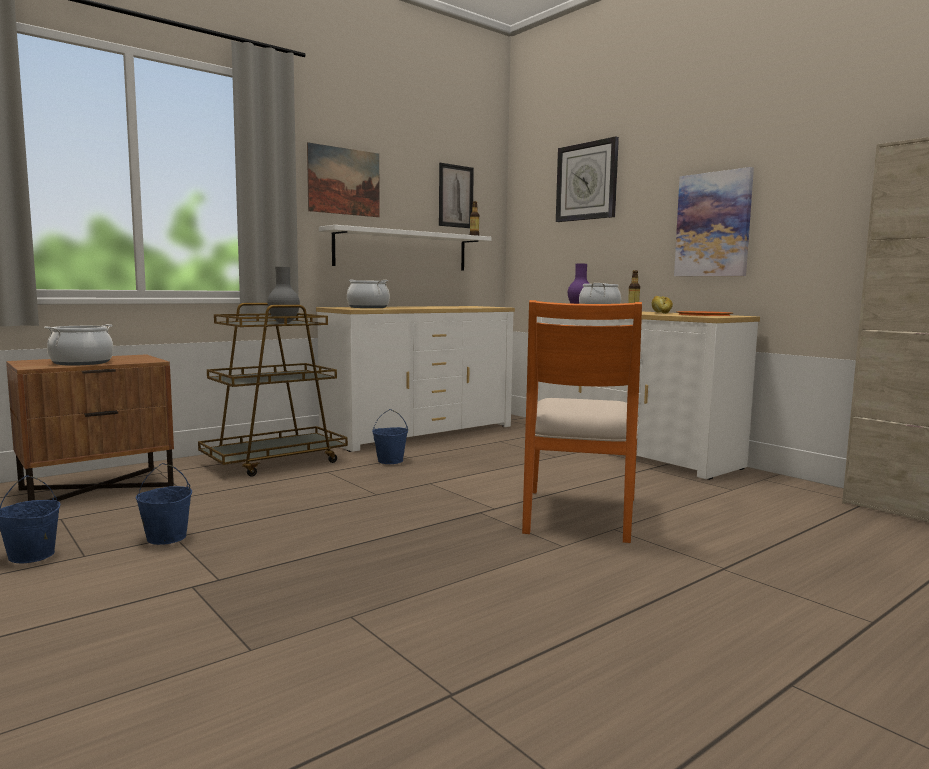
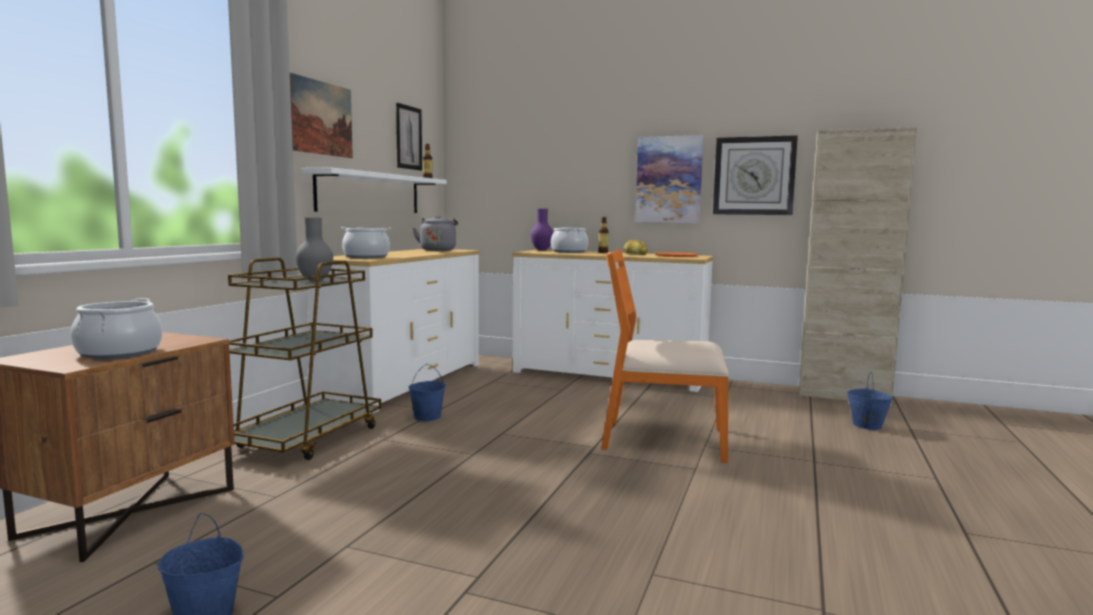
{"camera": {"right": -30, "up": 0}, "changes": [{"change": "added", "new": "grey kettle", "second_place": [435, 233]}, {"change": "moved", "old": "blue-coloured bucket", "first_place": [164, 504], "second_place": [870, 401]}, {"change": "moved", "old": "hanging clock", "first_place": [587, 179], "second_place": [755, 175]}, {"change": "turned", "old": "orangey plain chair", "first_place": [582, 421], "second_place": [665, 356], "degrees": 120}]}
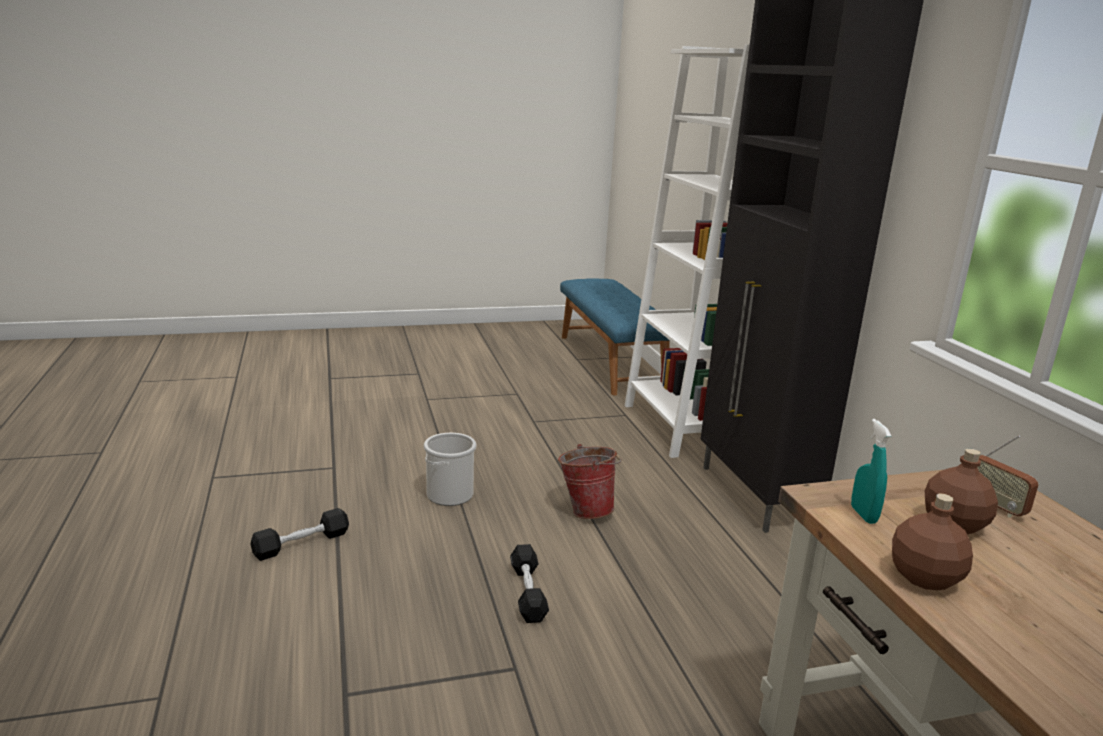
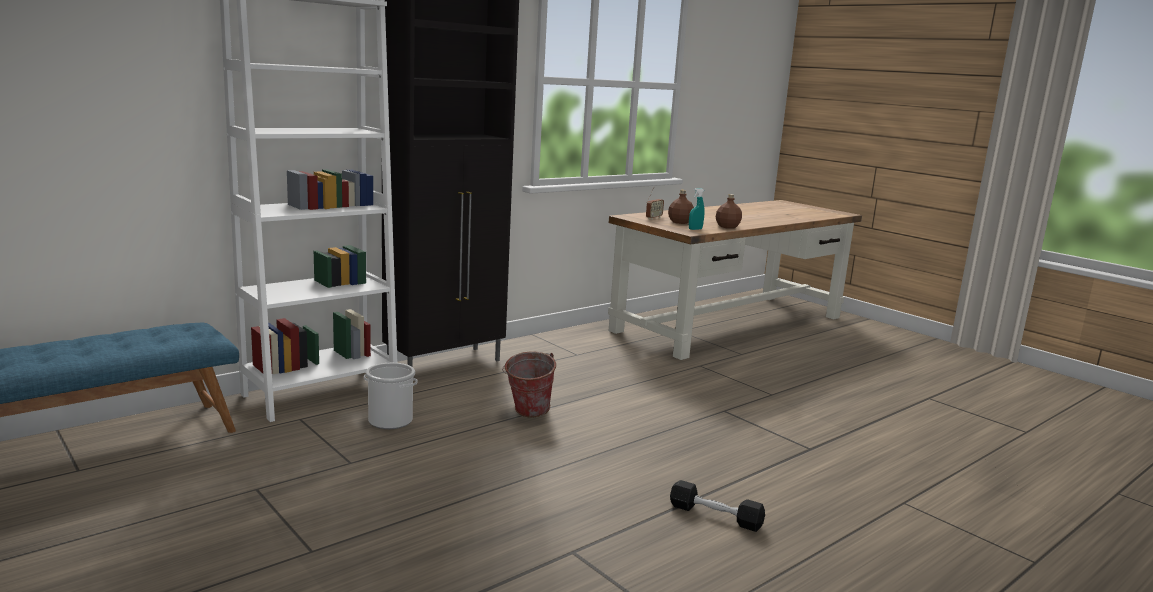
{"camera": {"right": -115, "up": -5}, "changes": [{"change": "removed", "old": "black-coloured dumbbell", "first_place": [529, 583]}, {"change": "moved", "old": "bucket", "first_place": [450, 469], "second_place": [390, 396]}]}
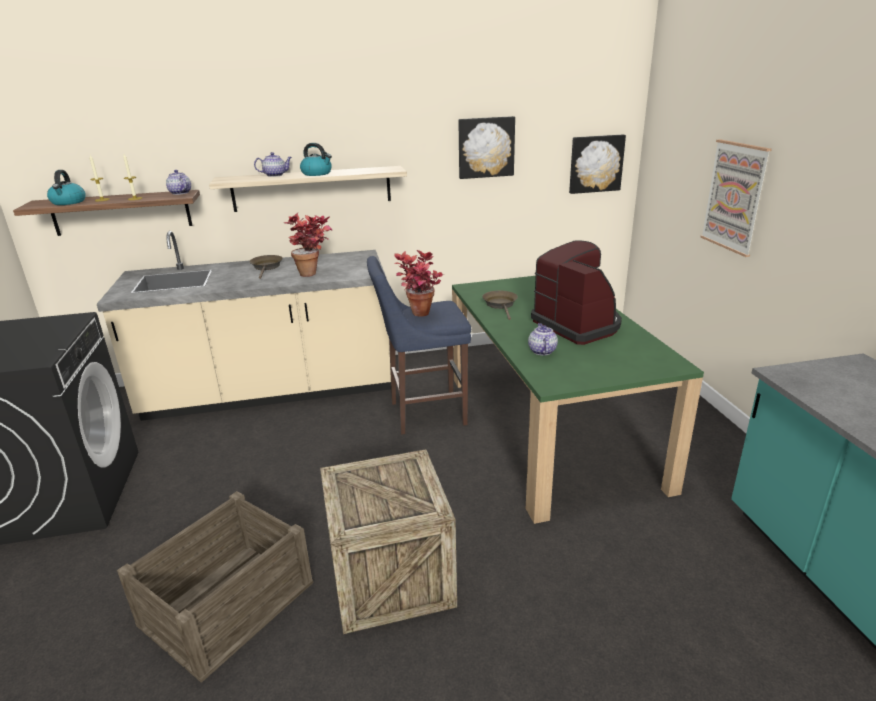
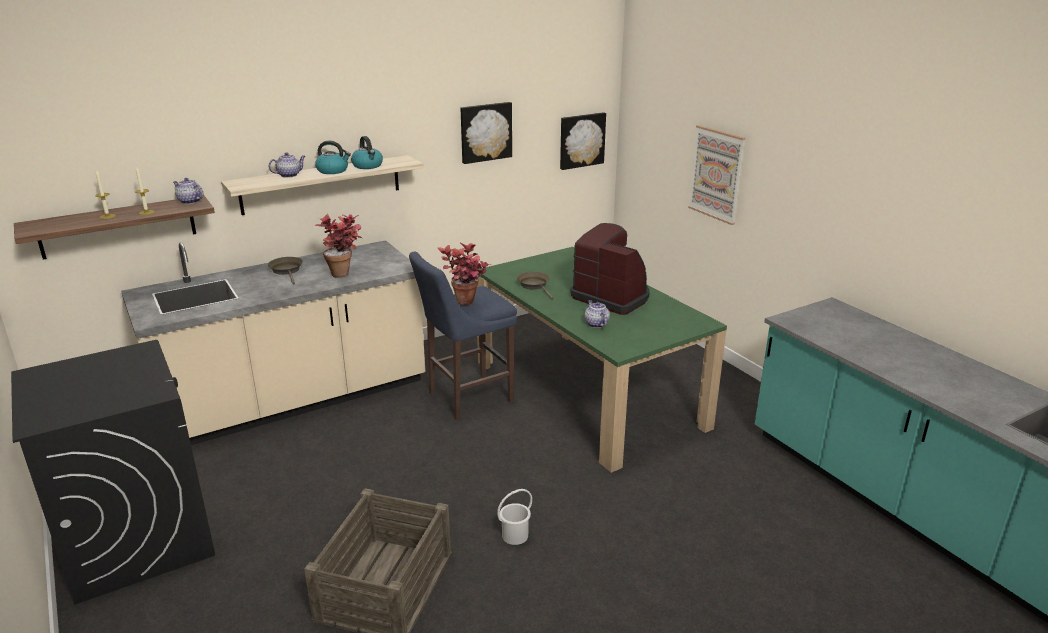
{"camera": {"right": -20, "up": 0}, "changes": [{"change": "moved", "old": "kettle", "first_place": [66, 187], "second_place": [367, 152]}, {"change": "replaced", "old": "packing crate", "new": "white-coloured bucket", "first_place": [388, 541], "second_place": [514, 517]}]}
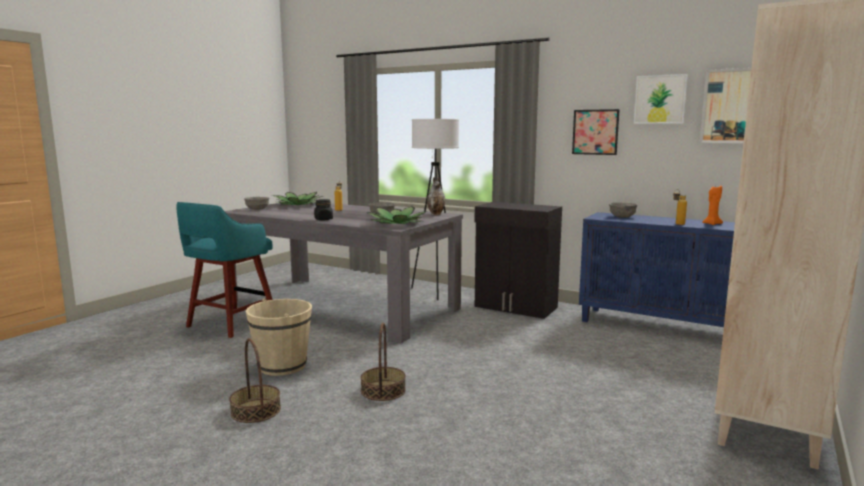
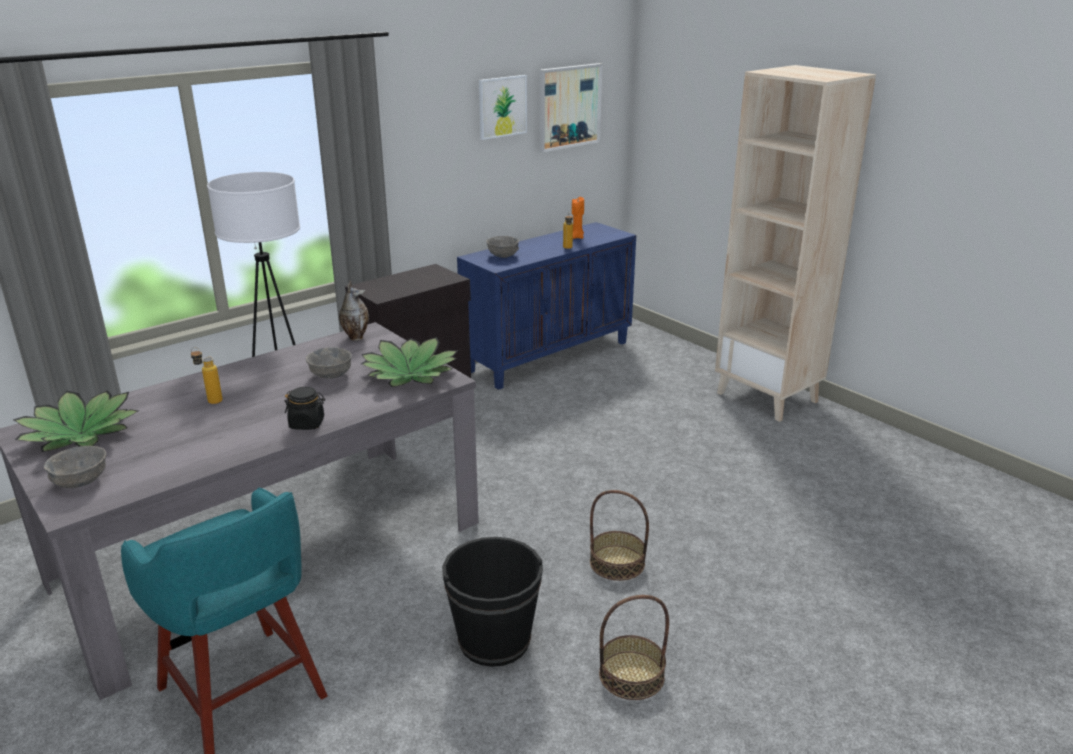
{"camera": {"right": -70, "up": 15}, "changes": [{"change": "removed", "old": "picture", "first_place": [596, 132]}, {"change": "recoloured", "old": "sand-coloured bucket", "new": "black-coloured bucket", "first_place": [278, 337], "second_place": [492, 602]}]}
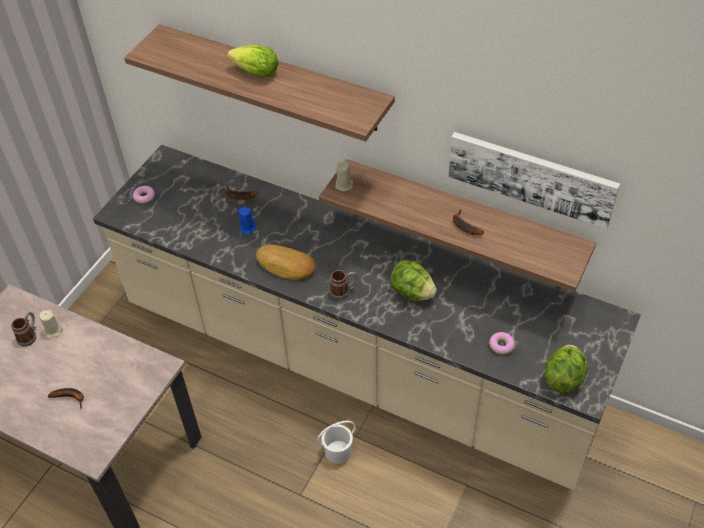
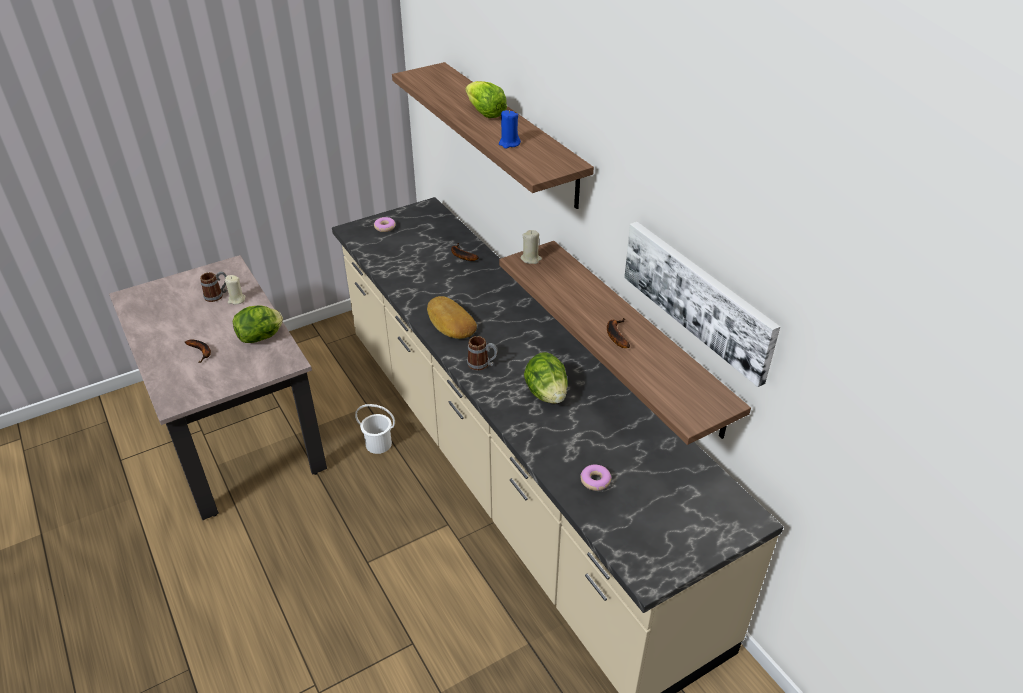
{"camera": {"right": 30, "up": -10}, "changes": [{"change": "moved", "old": "blue-coloured candle", "first_place": [247, 220], "second_place": [510, 129]}, {"change": "moved", "old": "white-coloured bucket", "first_place": [336, 442], "second_place": [375, 429]}, {"change": "moved", "old": "head of lettuce", "first_place": [566, 368], "second_place": [258, 324]}]}
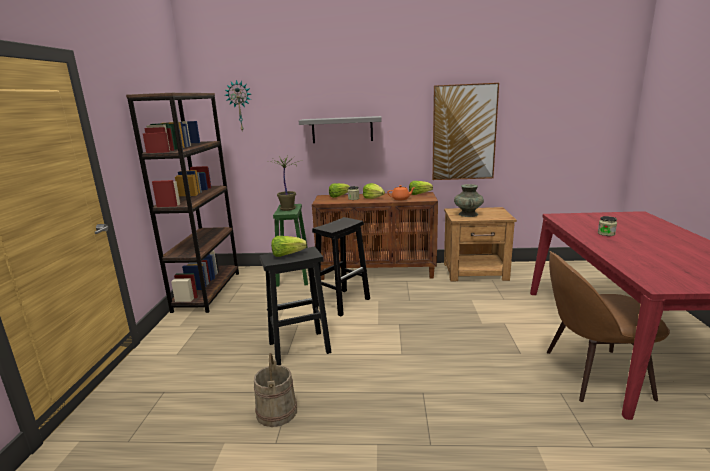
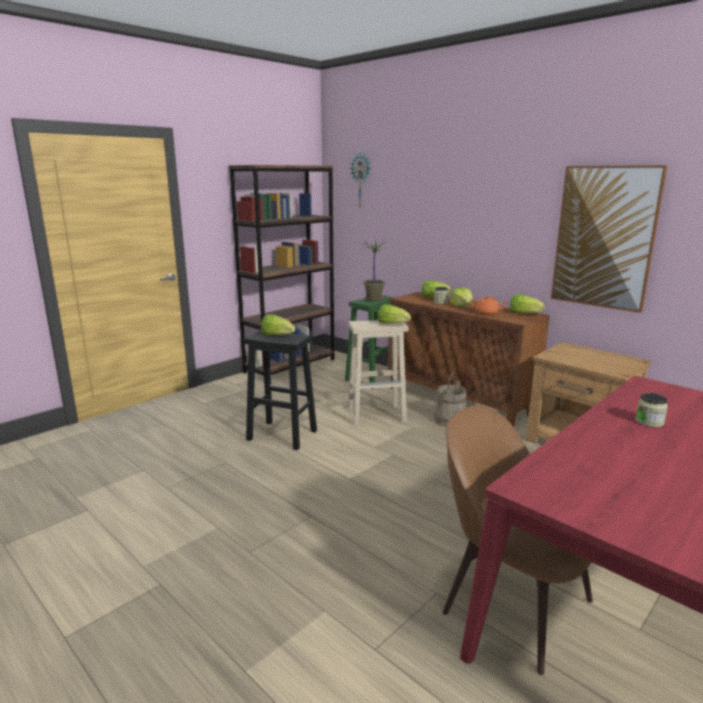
{"camera": {"right": 40, "up": 0}, "changes": [{"change": "removed", "old": "grey bracket shelf", "first_place": [340, 129]}, {"change": "removed", "old": "turquoise-coloured flower vase", "first_place": [469, 200]}, {"change": "added", "new": "head of lettuce", "second_place": [394, 314]}, {"change": "moved", "old": "sand-coloured bucket", "first_place": [275, 390], "second_place": [450, 399]}, {"change": "recoloured", "old": "black-coloured stool seat", "new": "sand-coloured stool seat", "first_place": [341, 266], "second_place": [378, 373]}]}
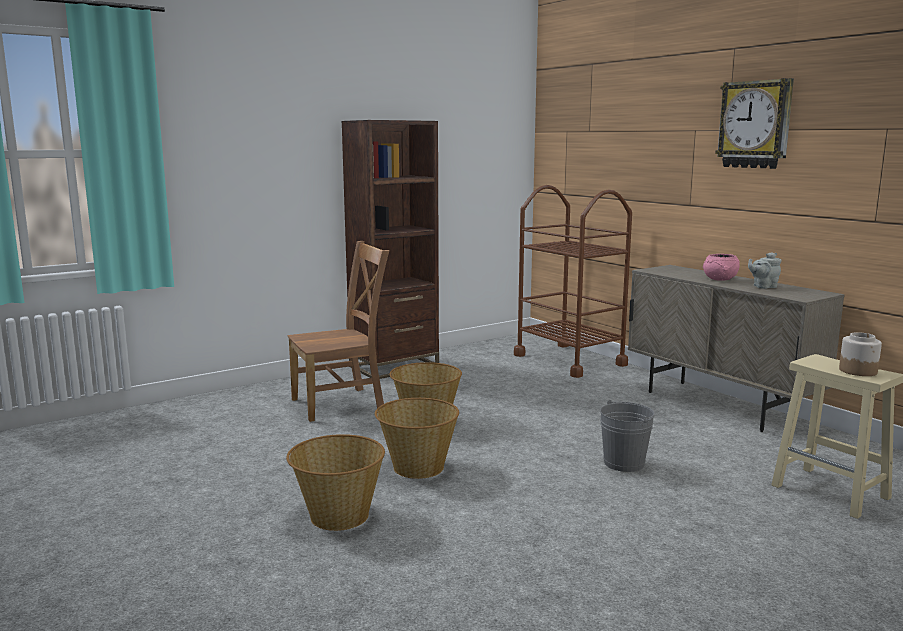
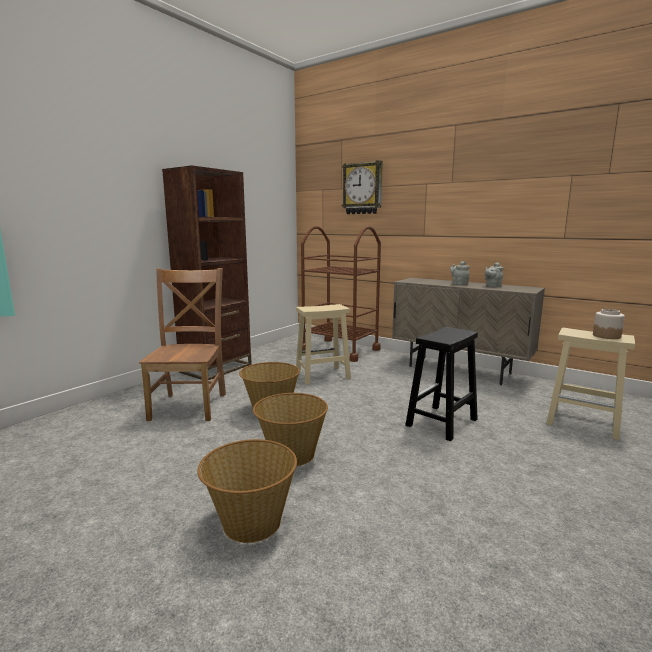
{"camera": {"right": -20, "up": 0}, "changes": [{"change": "added", "new": "sand-coloured stool seat", "second_place": [323, 344]}, {"change": "moved", "old": "hanging clock", "first_place": [754, 123], "second_place": [362, 187]}, {"change": "replaced", "old": "grey bucket", "new": "black-coloured stool seat", "first_place": [627, 436], "second_place": [441, 384]}, {"change": "replaced", "old": "pink serving bowl", "new": "grey tea pot", "first_place": [721, 267], "second_place": [460, 273]}, {"change": "turned", "old": "brownish plain chair", "first_place": [338, 331], "second_place": [182, 344], "degrees": -45}]}
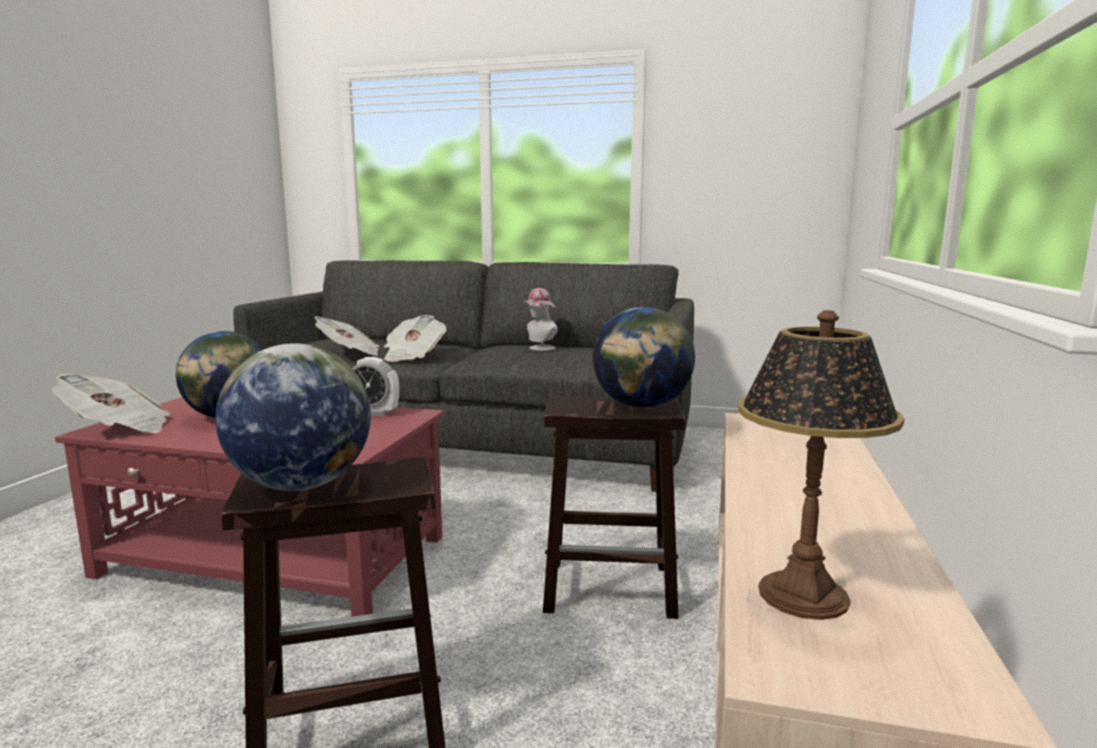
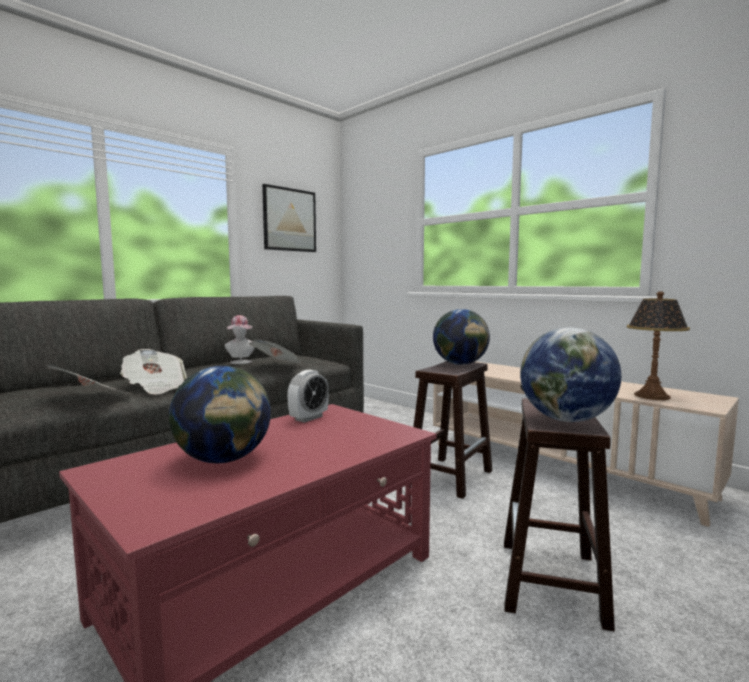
{"camera": {"right": -60, "up": -5}, "changes": [{"change": "added", "new": "picture", "second_place": [289, 218]}, {"change": "moved", "old": "printed paper", "first_place": [110, 403], "second_place": [276, 351]}]}
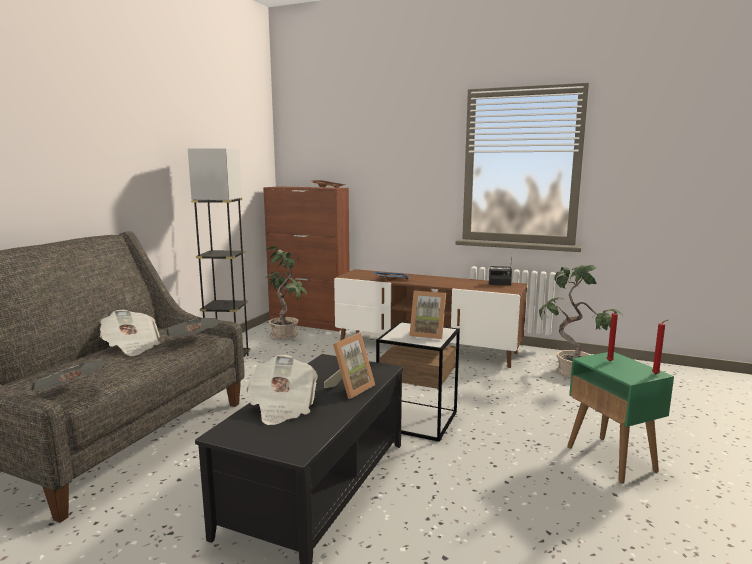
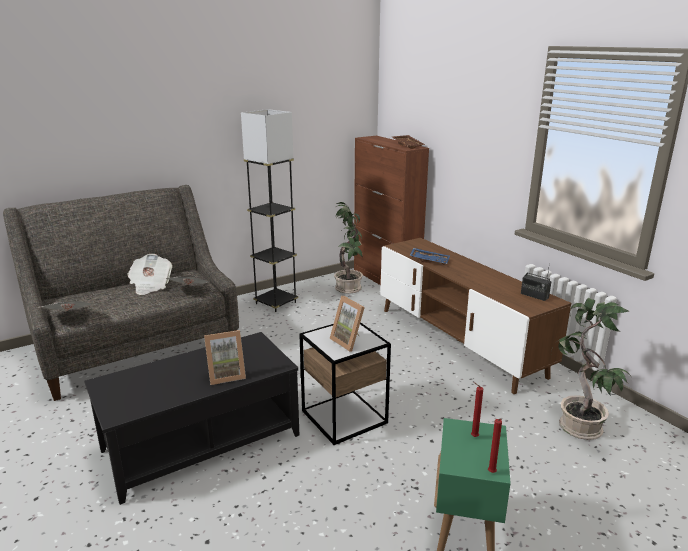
{"camera": {"right": 35, "up": 10}, "changes": [{"change": "removed", "old": "printed paper", "first_place": [282, 390]}]}
